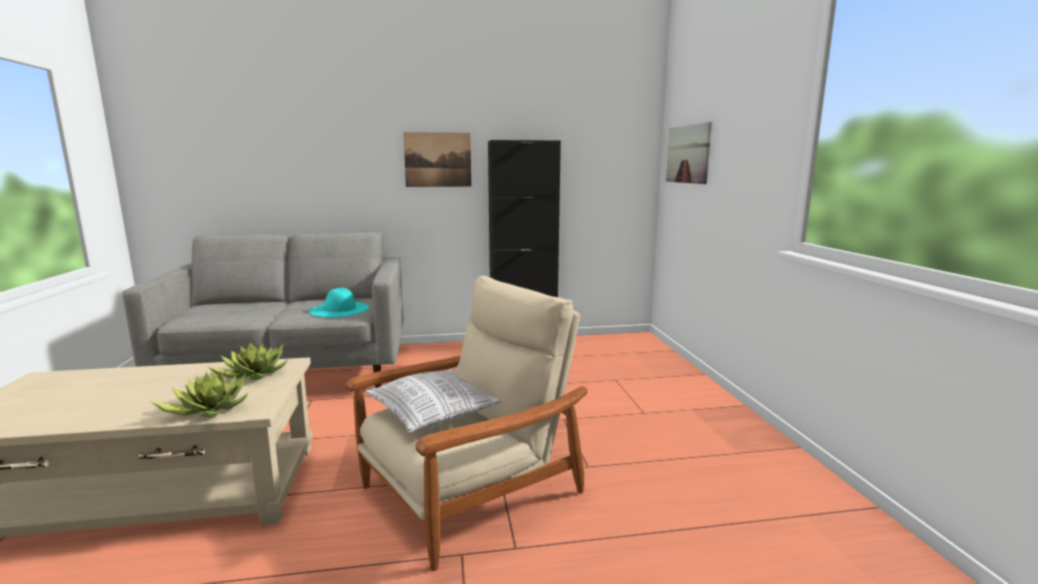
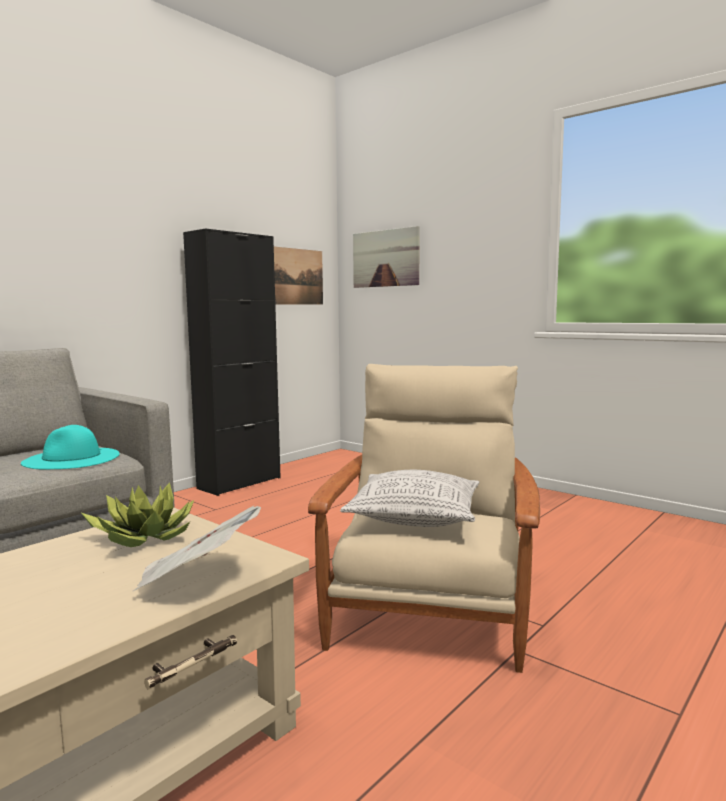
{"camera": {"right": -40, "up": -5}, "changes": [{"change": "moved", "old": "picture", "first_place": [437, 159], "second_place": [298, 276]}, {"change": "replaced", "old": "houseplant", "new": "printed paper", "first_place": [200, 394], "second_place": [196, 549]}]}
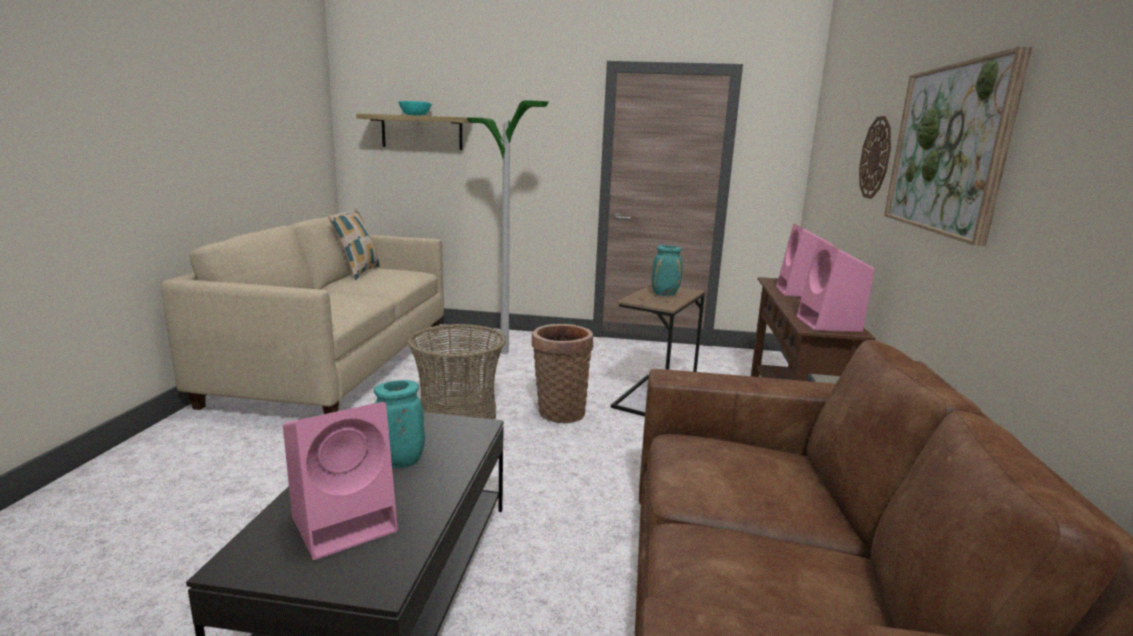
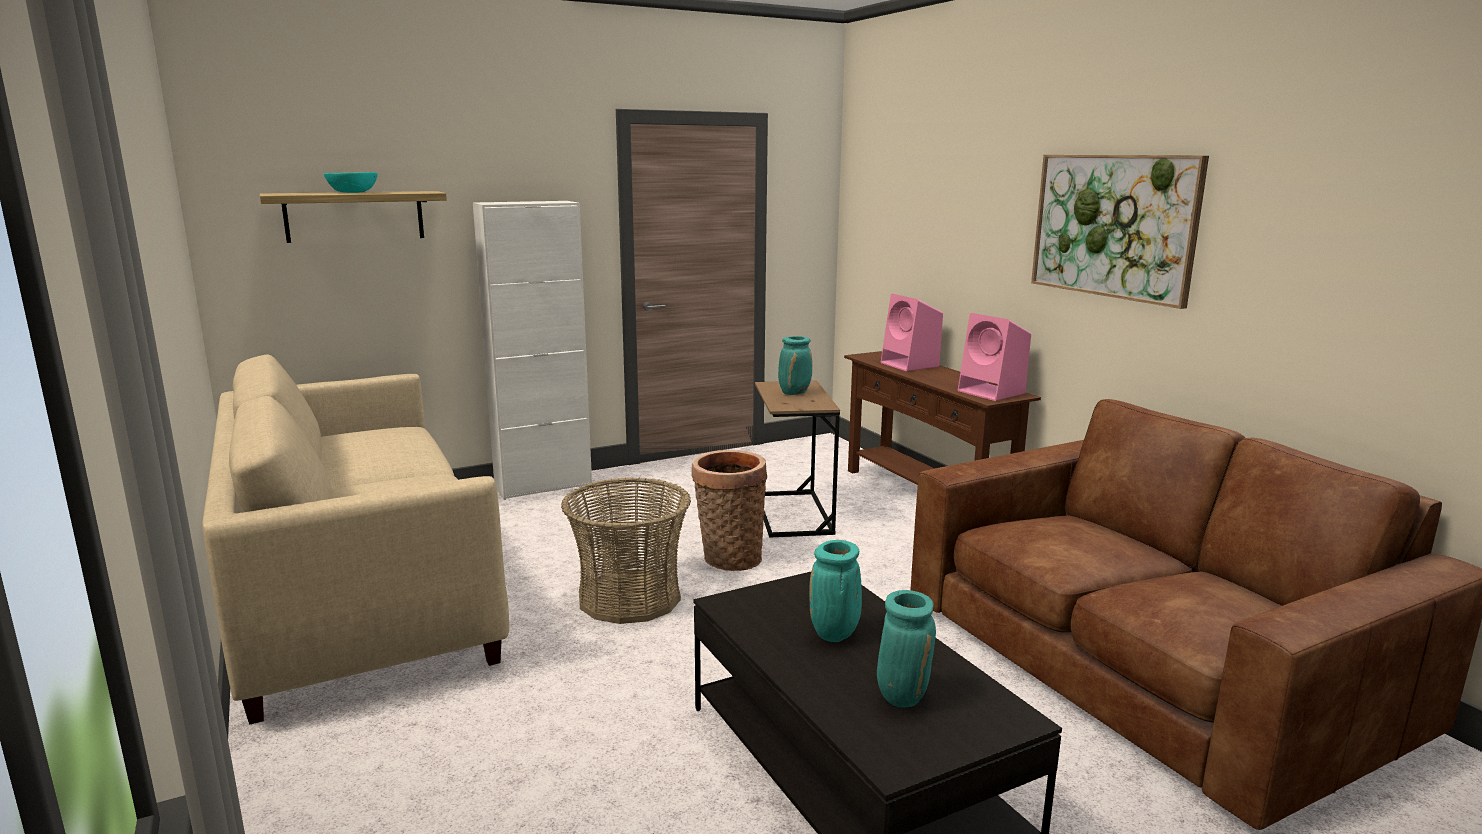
{"camera": {"right": -35, "up": 0}, "changes": [{"change": "removed", "old": "throw pillow", "first_place": [354, 244]}, {"change": "removed", "old": "floor lamp", "first_place": [508, 227]}, {"change": "removed", "old": "hanging clock", "first_place": [875, 157]}, {"change": "added", "new": "white-coloured cabinet", "second_place": [532, 350]}, {"change": "replaced", "old": "pink loudspeaker", "new": "turquoise-coloured flower vase", "first_place": [340, 481], "second_place": [906, 648]}]}
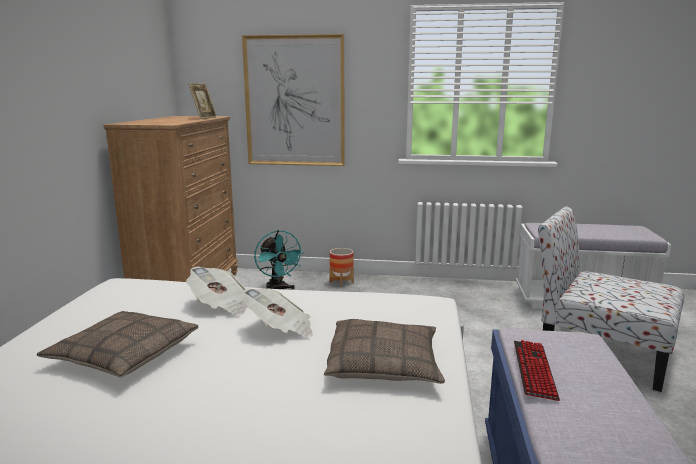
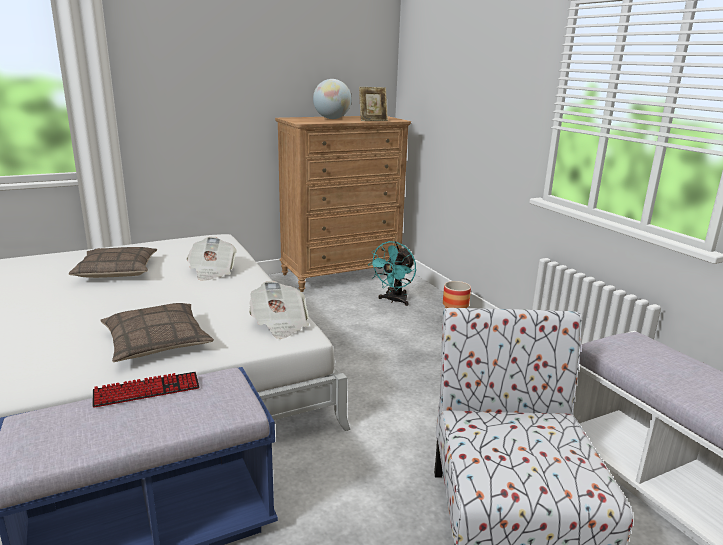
{"camera": {"right": 55, "up": 5}, "changes": [{"change": "removed", "old": "picture", "first_place": [293, 100]}, {"change": "added", "new": "desk globe", "second_place": [332, 99]}, {"change": "moved", "old": "printed paper", "first_place": [278, 312], "second_place": [279, 310]}]}
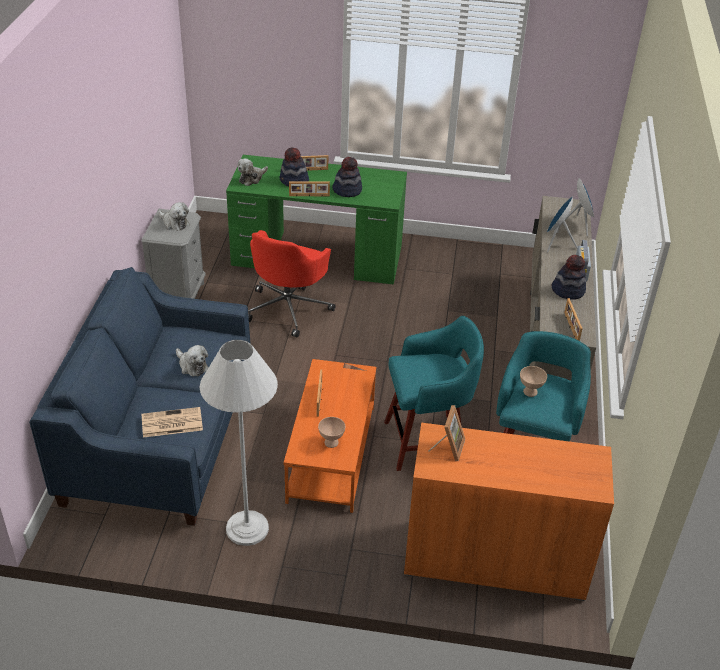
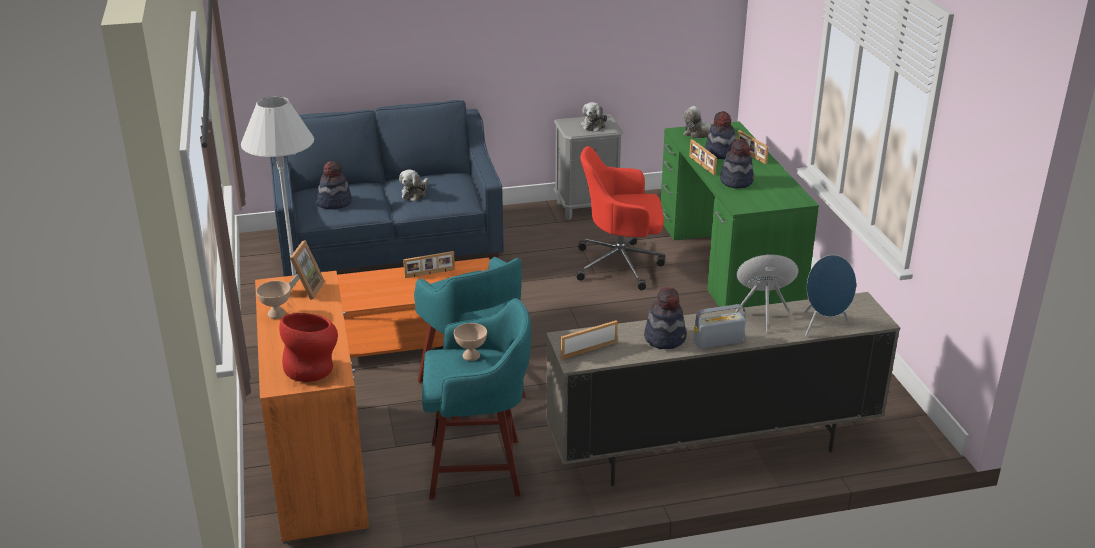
{"camera": {"right": 70, "up": -10}, "changes": [{"change": "added", "new": "reddish flower vase", "second_place": [308, 347]}, {"change": "moved", "old": "sand-coloured serving bowl", "first_place": [331, 432], "second_place": [273, 300]}, {"change": "replaced", "old": "printed paper", "new": "hat", "first_place": [172, 422], "second_place": [334, 185]}, {"change": "turned", "old": "picture frame", "first_place": [446, 433], "second_place": [306, 270], "degrees": -75}]}
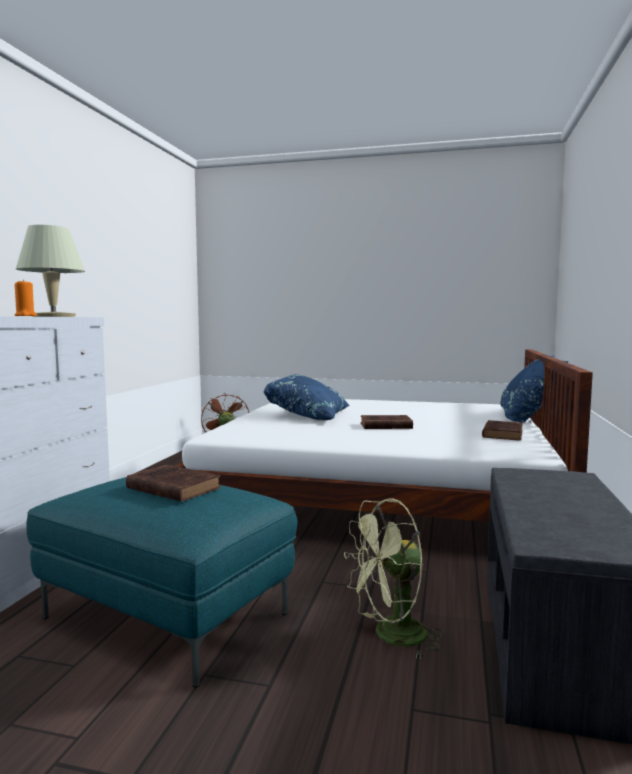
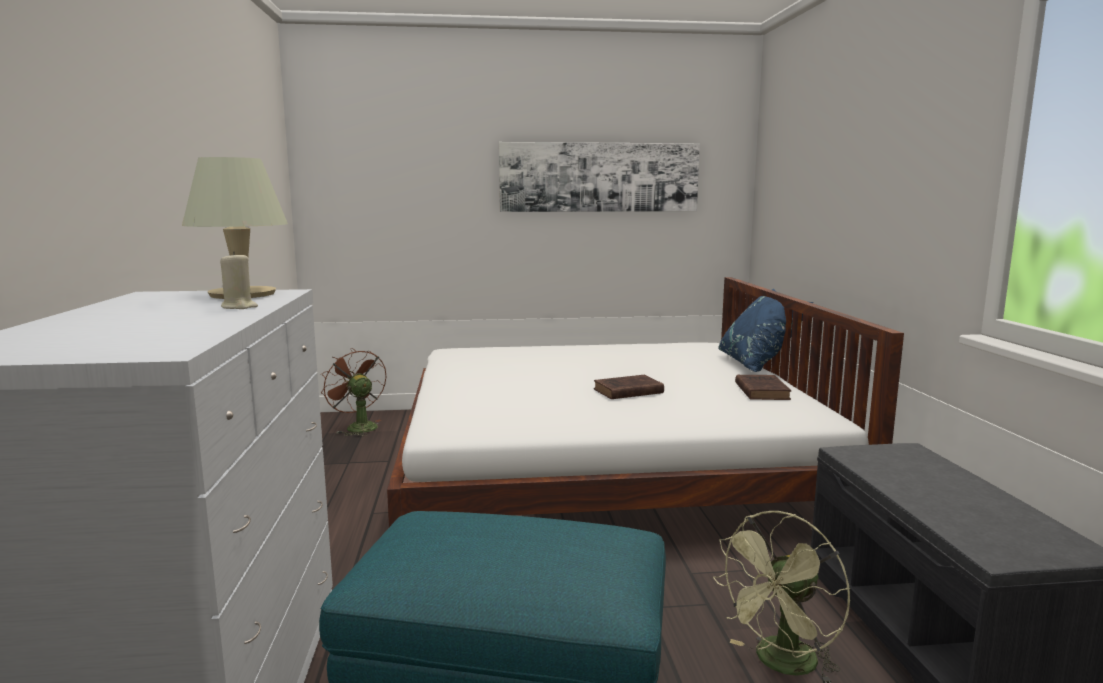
{"camera": {"right": -20, "up": 5}, "changes": [{"change": "removed", "old": "brownish volume", "first_place": [173, 483]}, {"change": "removed", "old": "blue-coloured throw pillow", "first_place": [307, 397]}, {"change": "added", "new": "picture", "second_place": [599, 177]}, {"change": "recoloured", "old": "orangey candle", "new": "sand-coloured candle", "first_place": [25, 298], "second_place": [239, 280]}]}
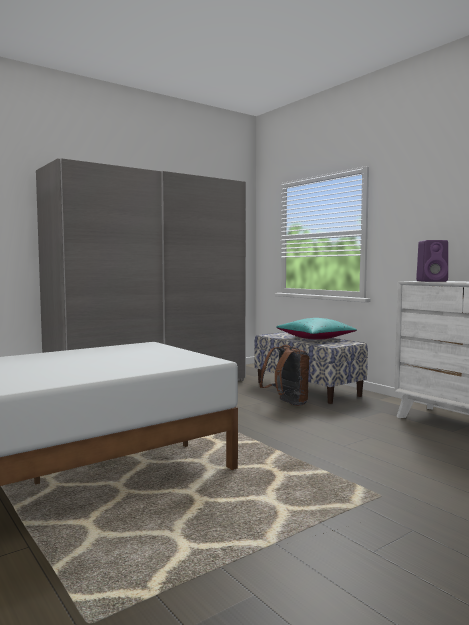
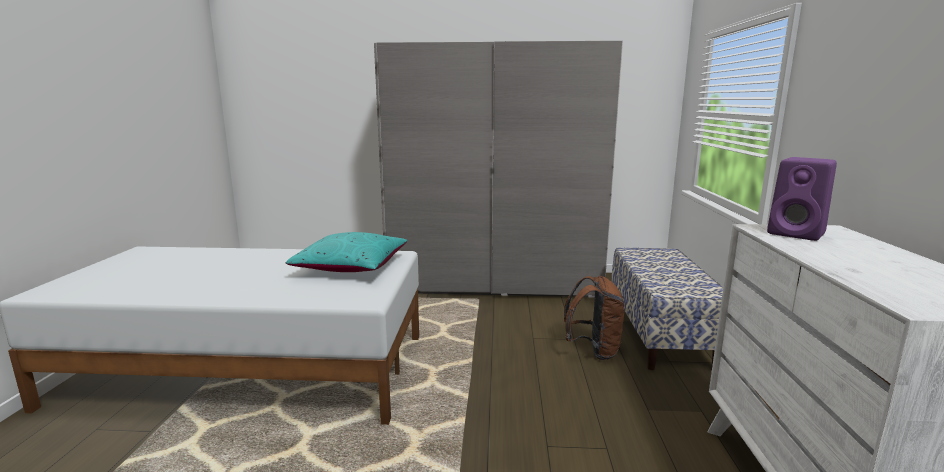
{"camera": {"right": 40, "up": 10}, "changes": [{"change": "moved", "old": "turquoise-coloured throw pillow", "first_place": [316, 329], "second_place": [346, 252]}]}
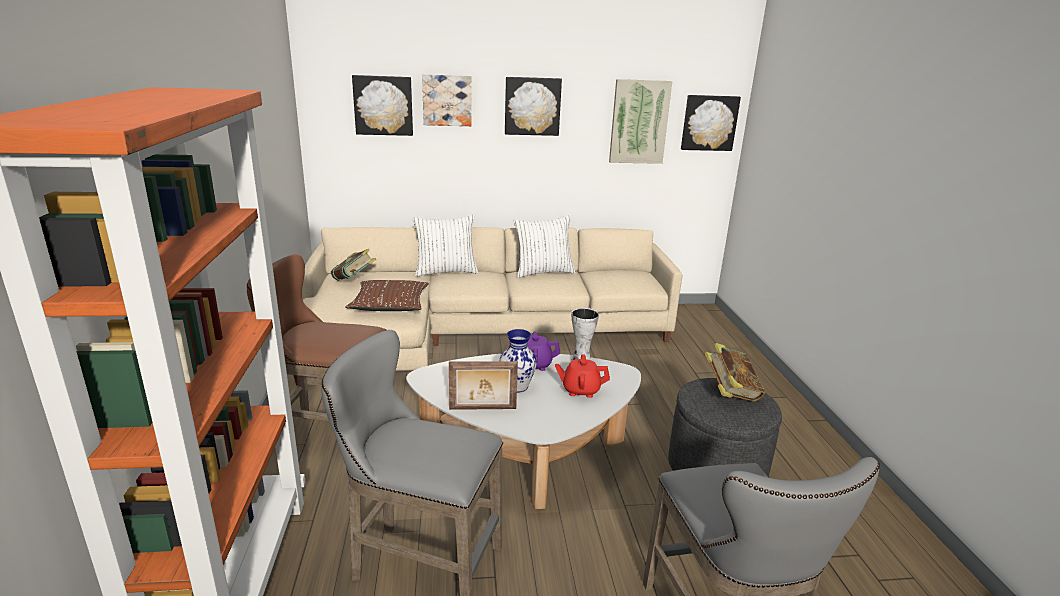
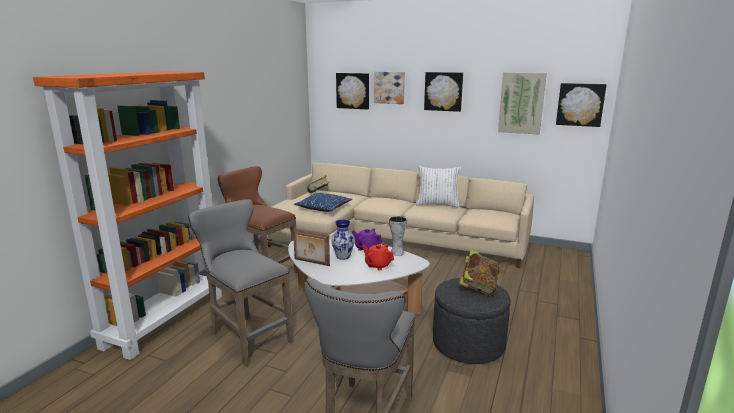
{"camera": {"right": 30, "up": -5}, "changes": [{"change": "removed", "old": "white-coloured throw pillow", "first_place": [445, 246]}, {"change": "recoloured", "old": "brownish throw pillow", "new": "blue-coloured throw pillow", "first_place": [387, 295], "second_place": [323, 202]}]}
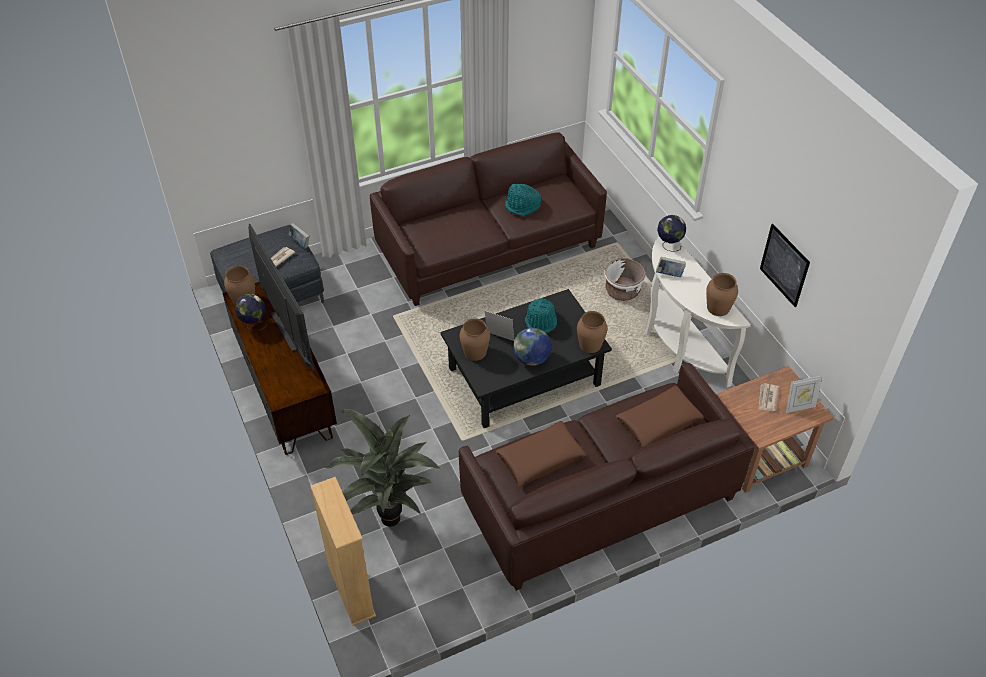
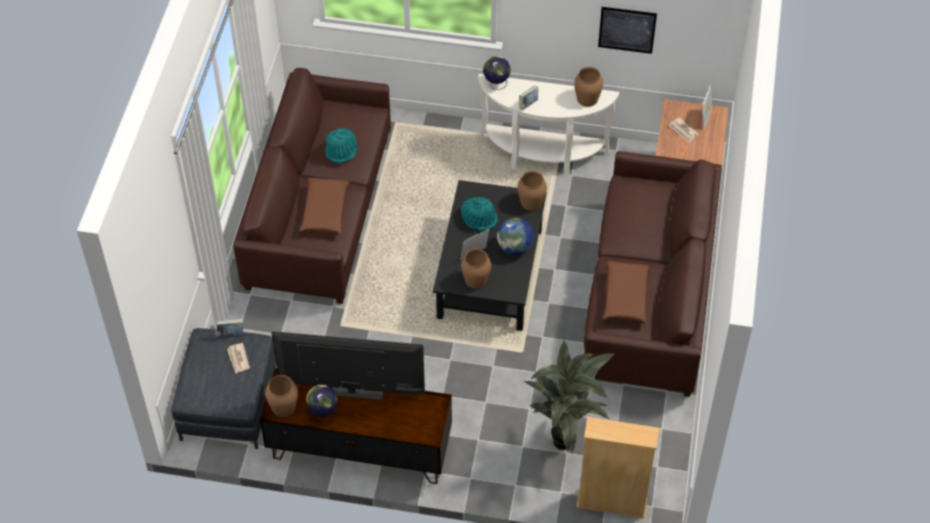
{"camera": {"right": -55, "up": 5}, "changes": [{"change": "removed", "old": "white-coloured planter", "first_place": [625, 279]}, {"change": "moved", "old": "brownish throw pillow", "first_place": [660, 416], "second_place": [325, 206]}]}
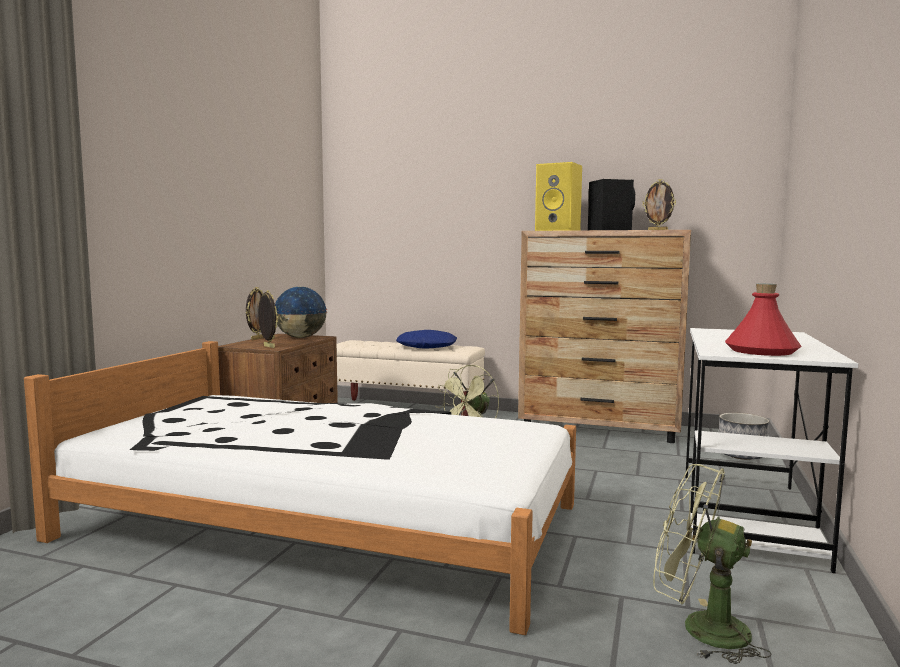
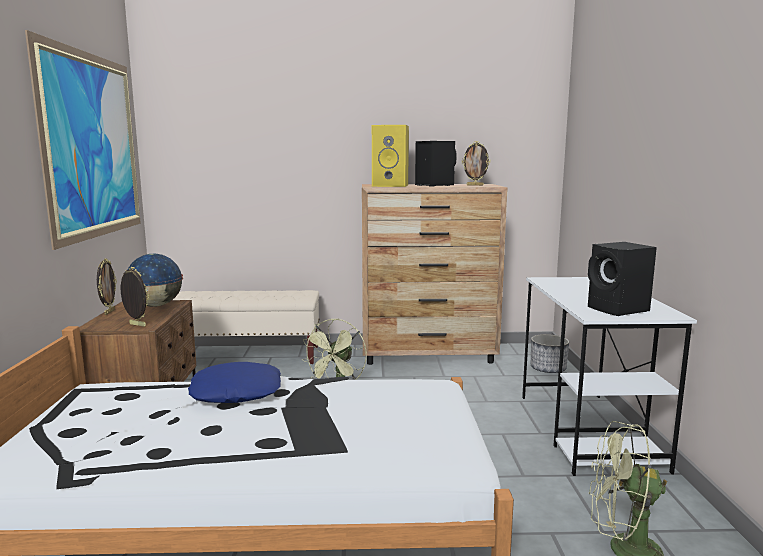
{"camera": {"right": -20, "up": 5}, "changes": [{"change": "added", "new": "picture", "second_place": [83, 140]}, {"change": "moved", "old": "blue-coloured throw pillow", "first_place": [426, 339], "second_place": [234, 382]}, {"change": "replaced", "old": "reddish drink bottle", "new": "black-coloured loudspeaker", "first_place": [763, 320], "second_place": [622, 279]}]}
